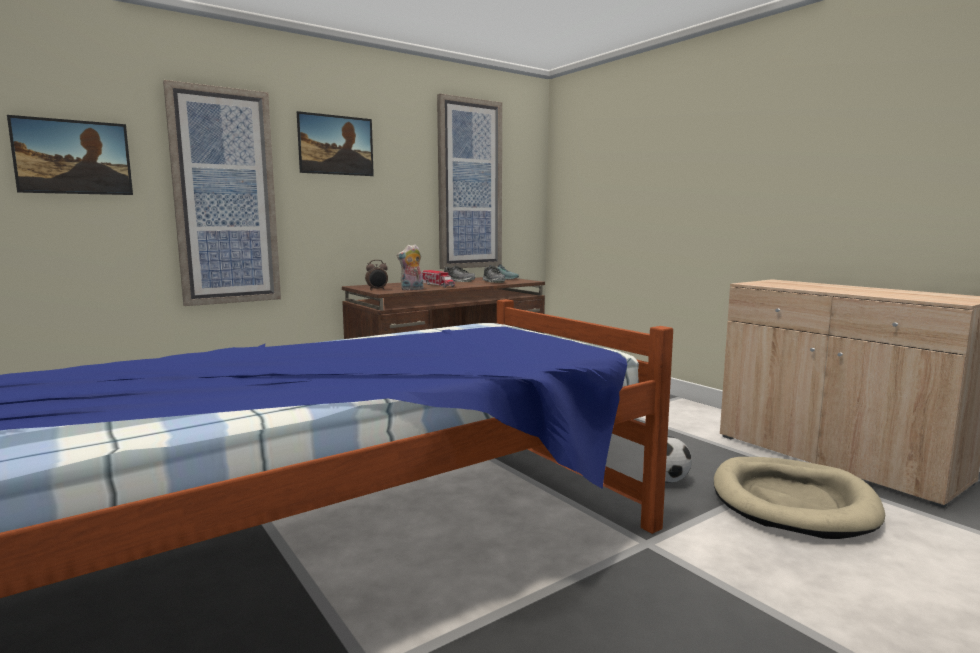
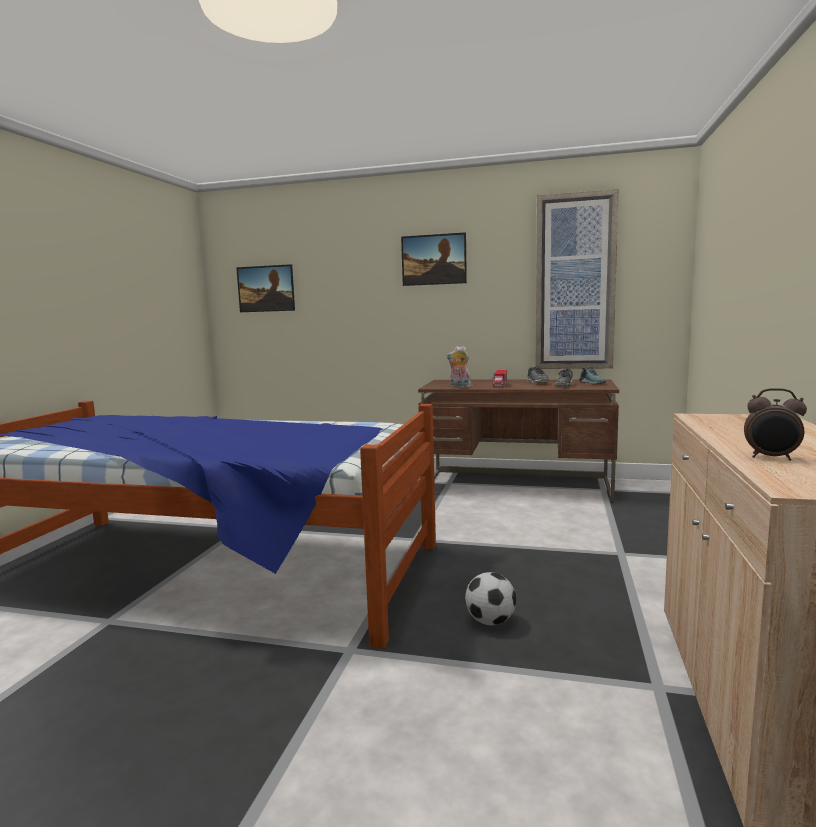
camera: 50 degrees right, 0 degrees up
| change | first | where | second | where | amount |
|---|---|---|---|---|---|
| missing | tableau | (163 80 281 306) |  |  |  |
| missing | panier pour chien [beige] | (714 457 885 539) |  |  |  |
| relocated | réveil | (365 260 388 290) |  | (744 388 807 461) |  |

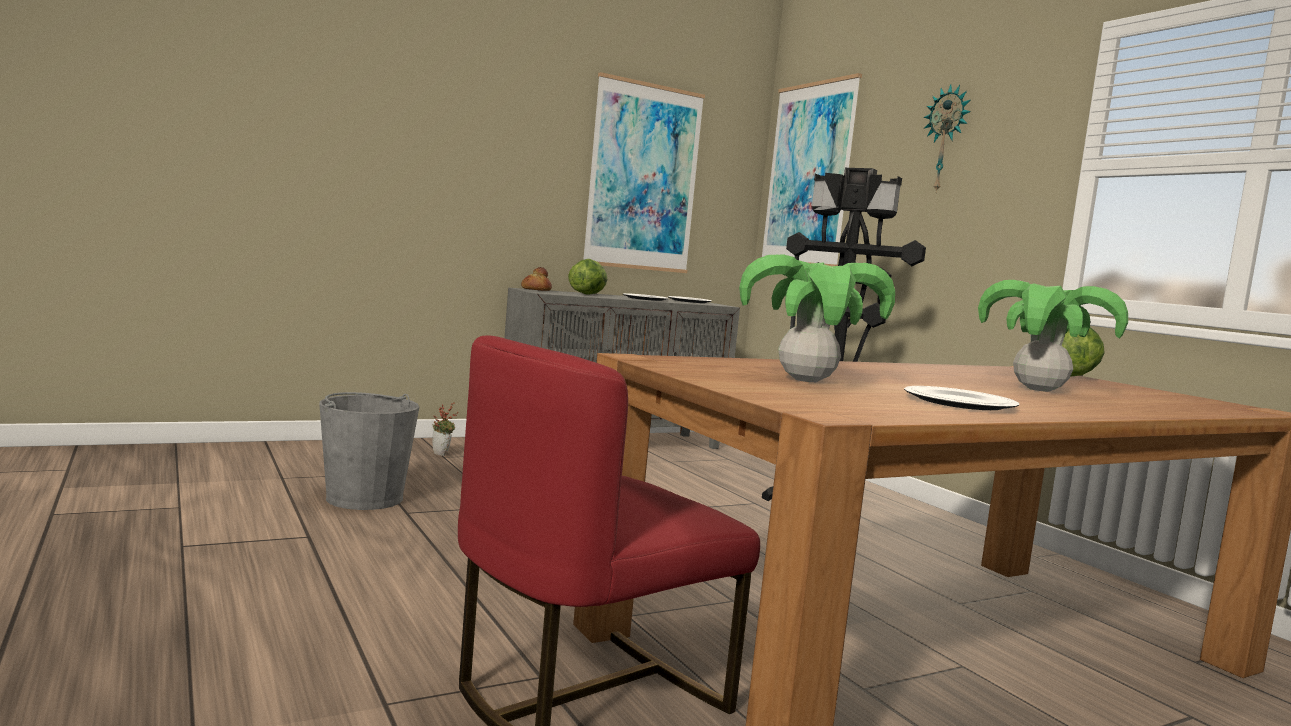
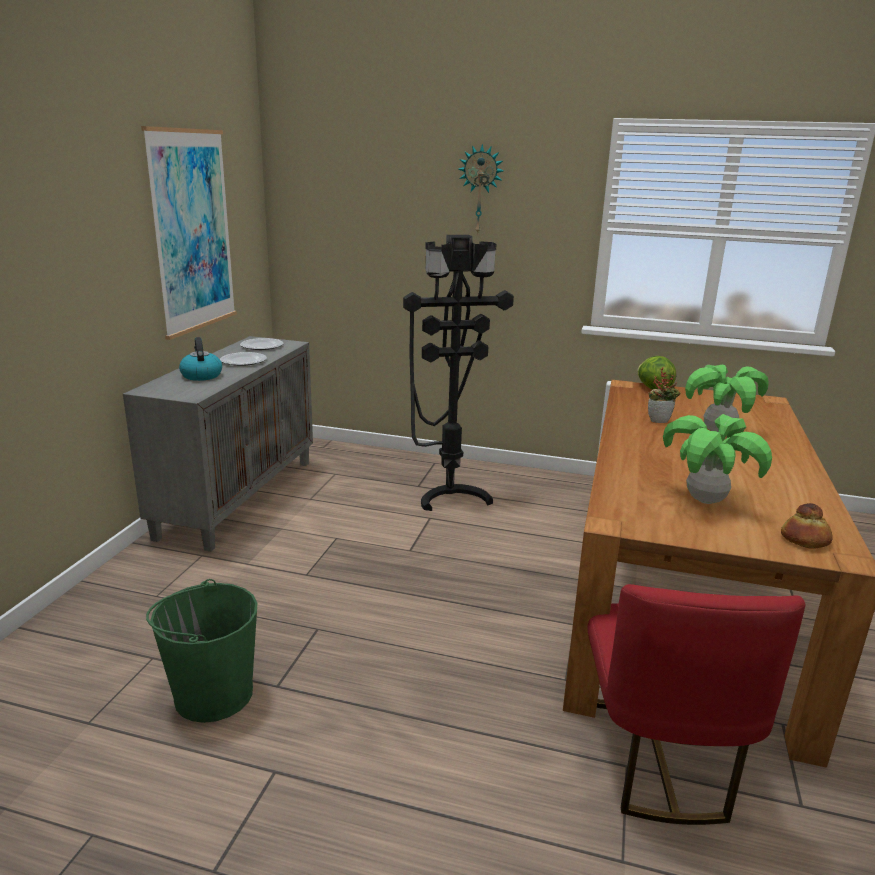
camera: 45 degrees left, 15 degrees up
| change | first | where | second | where | amount |
|---|---|---|---|---|---|
| missing | tableau | (762 73 862 266) |  |  |  |
| missing | assiette | (904 386 1019 410) |  |  |  |
| relocated | plante en pot | (432 403 458 456) |  | (648 367 680 423) |  |
| relocated | pain | (521 267 552 291) |  | (781 503 833 549) |  |
| exchanged | laitue | (568 259 608 294) | bouilloire | (179 337 222 381) |  |
| colour | seau [gris] | (319 392 419 510) | seau [vert] | (146 579 257 723) |  |

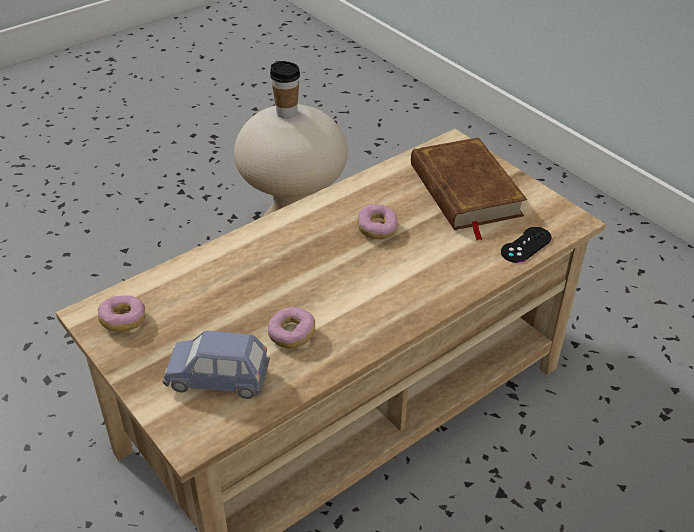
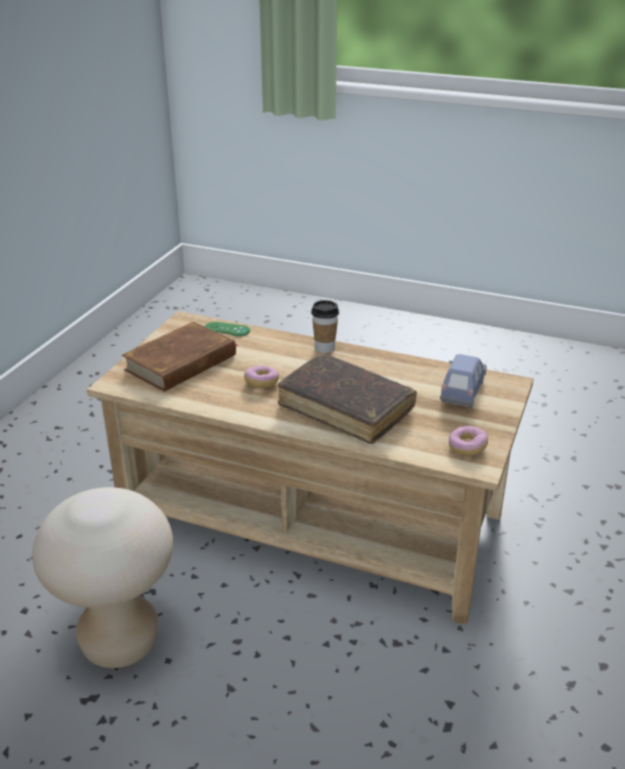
camera: 120 degrees left, 10 degrees down
| change | first | where | second | where | amount |
|---|---|---|---|---|---|
| missing | beignet | (268 307 315 348) |  |  |  |
| appeared |  |  | livre [marron] | (278 353 417 444) |  |
| relocated | tasse | (270 61 300 119) |  | (311 300 339 353) |  |
| colour | manette [noir] | (501 227 552 263) | manette [vert] | (205 322 250 336) |  |
| spun | petite voiture [bleu] | (162 330 270 399) |  | (440 354 487 408) | 135 degrees counterclockwise |

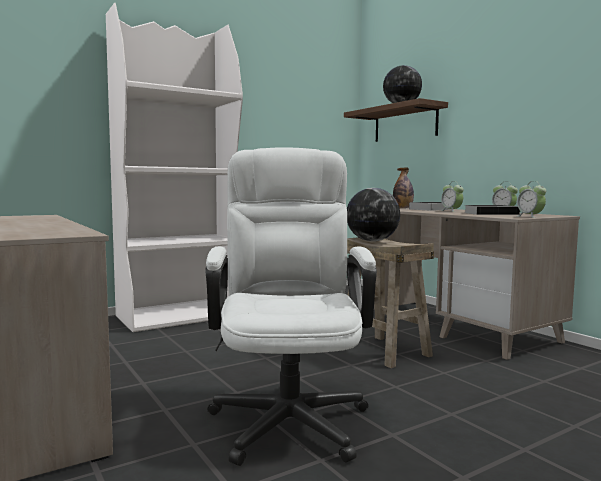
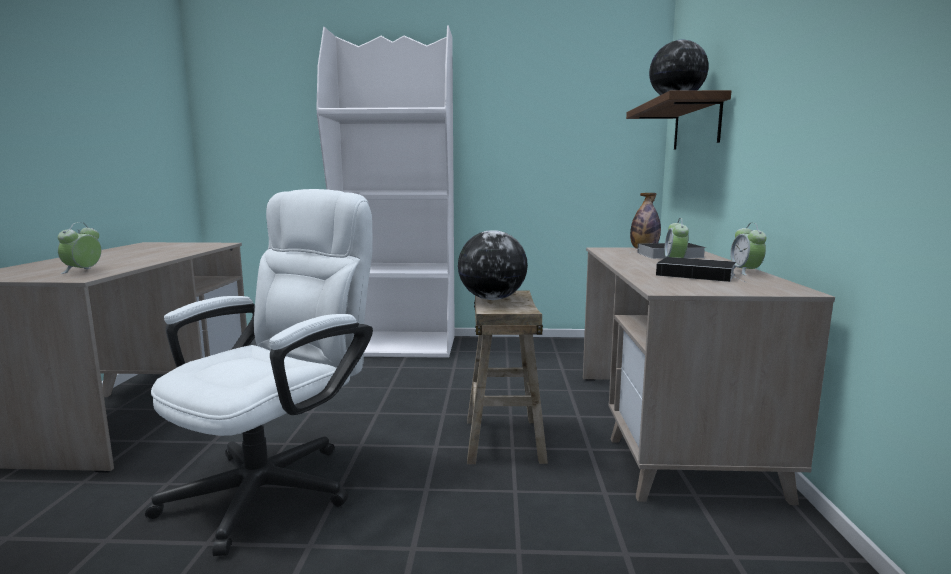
camera: 35 degrees right, 5 degrees up
| change | first | where | second | where | amount |
|---|---|---|---|---|---|
| relocated | réveil | (517 181 546 218) |  | (58 222 101 274) |  |

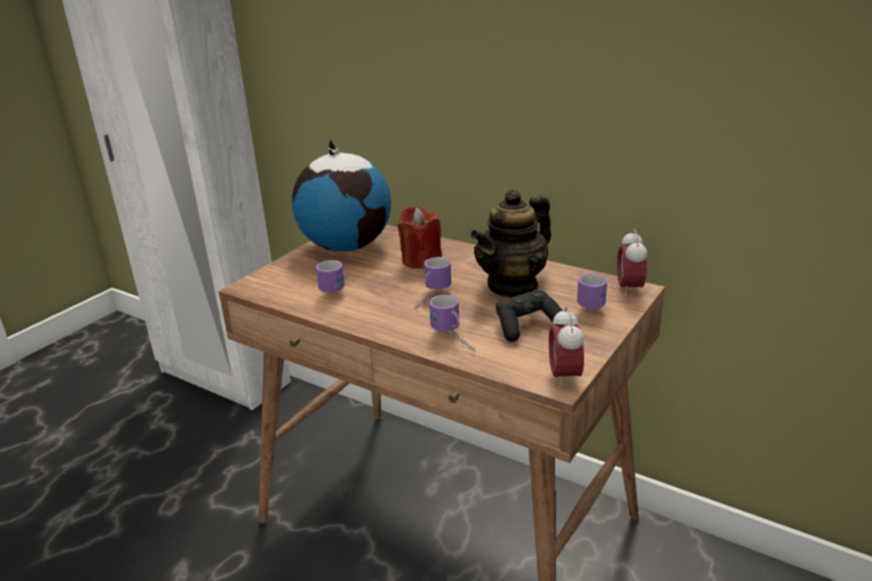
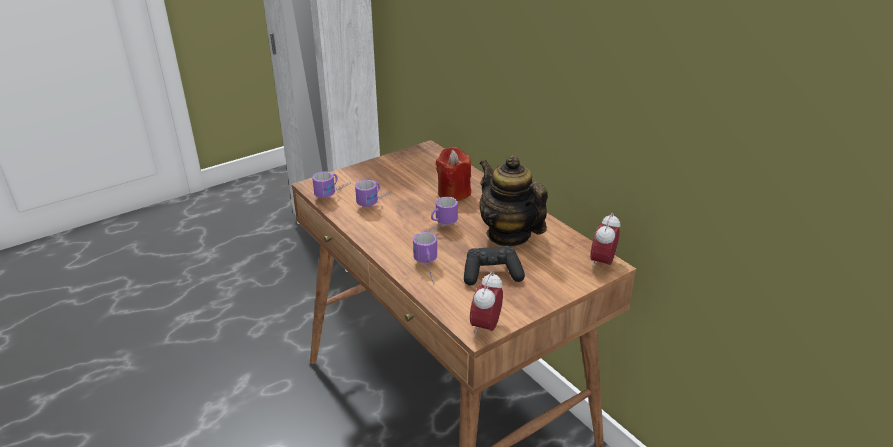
camera: 20 degrees right, 5 degrees up
| change | first | where | second | where | amount |
|---|---|---|---|---|---|
| missing | globe | (292 140 391 252) |  |  |  |
| relocated | mug | (577 274 607 309) |  | (312 172 351 198) |  |
| spun | théière | (470 188 551 298) |  | (479 155 548 247) | 75 degrees clockwise |

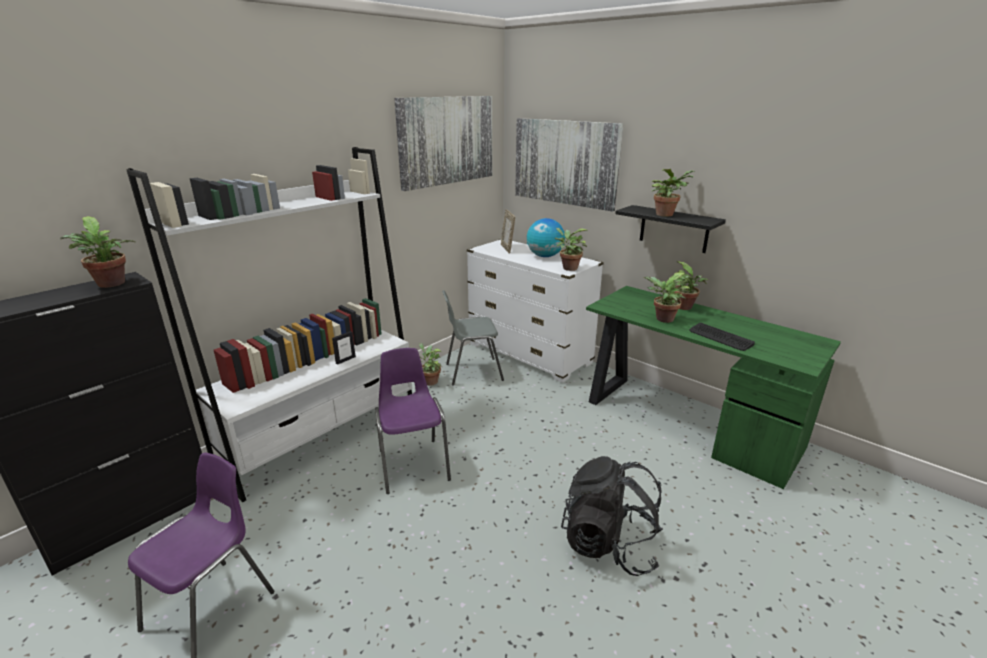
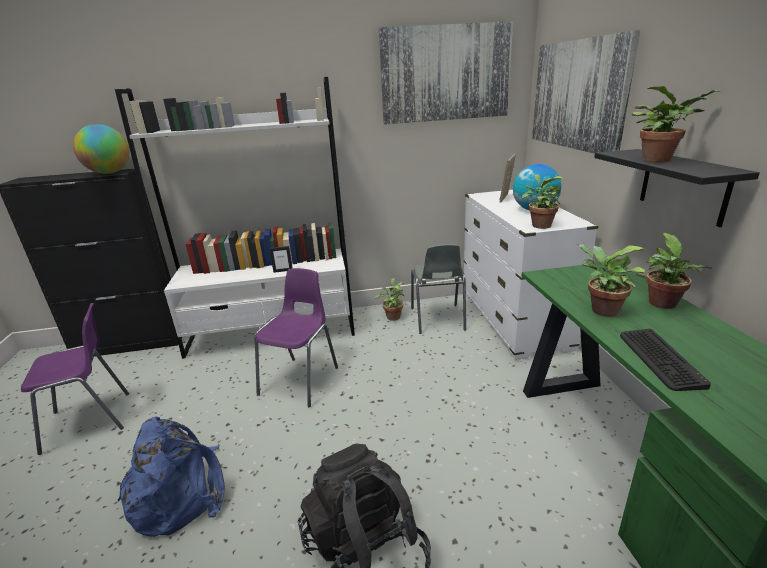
camera: 40 degrees right, 0 degrees up
| change | first | where | second | where | amount |
|---|---|---|---|---|---|
| appeared |  |  | sac à dos [bleu] | (118 416 225 537) |  |
| exchanged | plante en pot | (60 216 136 288) | globe | (73 124 130 174) |  |
| spun | chaise [gris] | (442 290 504 386) |  | (411 244 466 334) | 120 degrees counterclockwise |

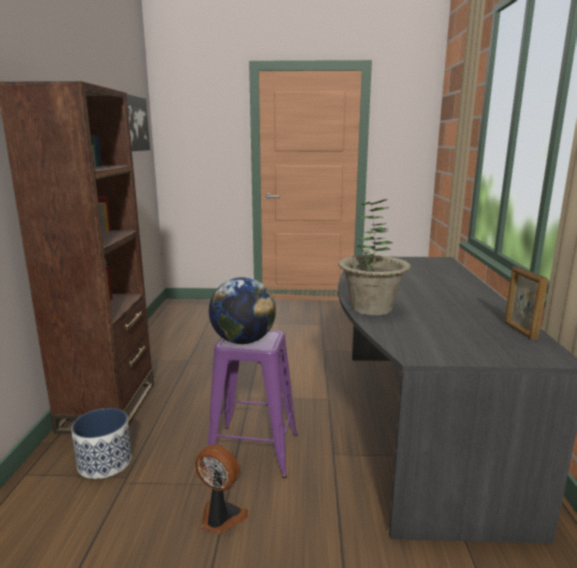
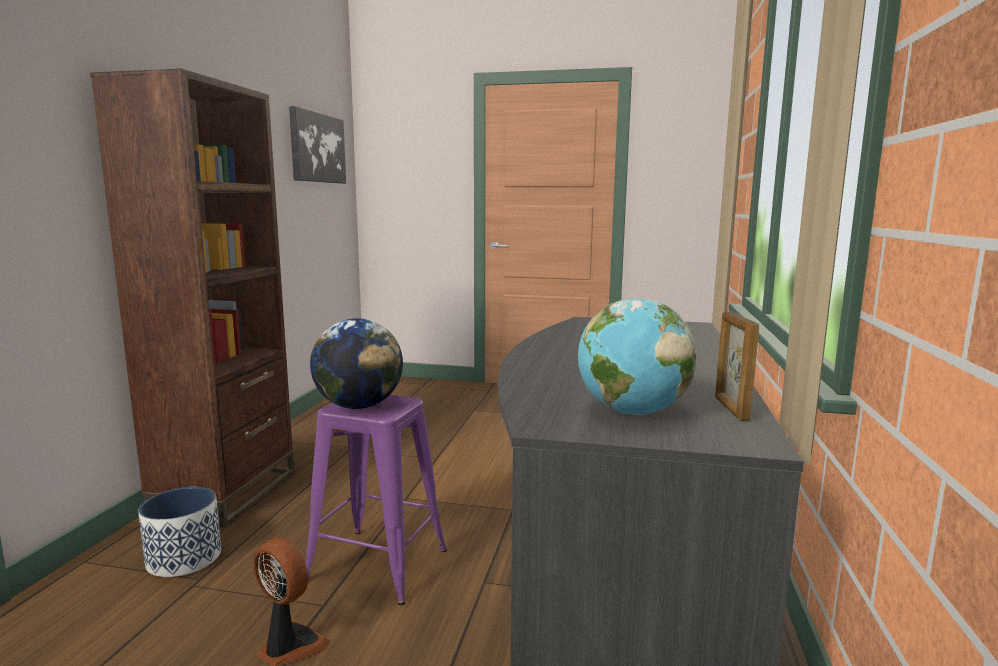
camera: 10 degrees right, 5 degrees down
| change | first | where | second | where | amount |
|---|---|---|---|---|---|
| missing | plante en pot | (338 199 411 316) |  |  |  |
| appeared |  |  | globe | (578 299 697 415) |  |

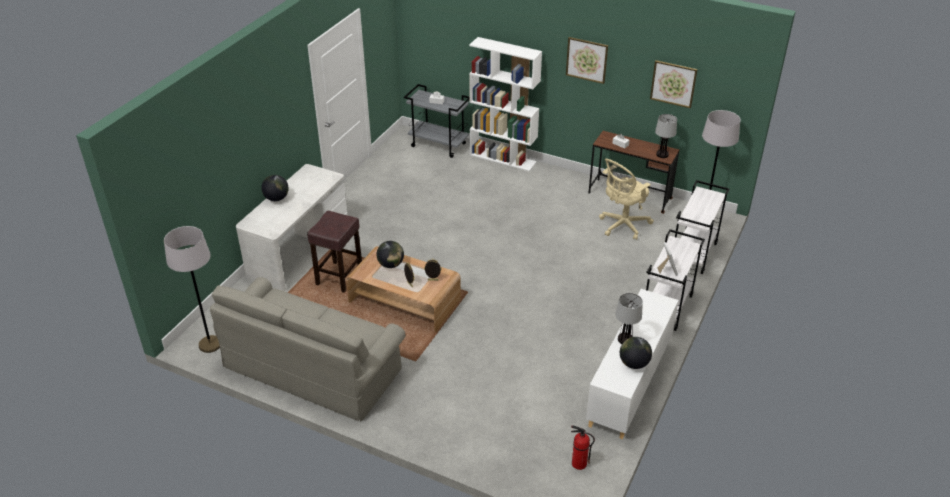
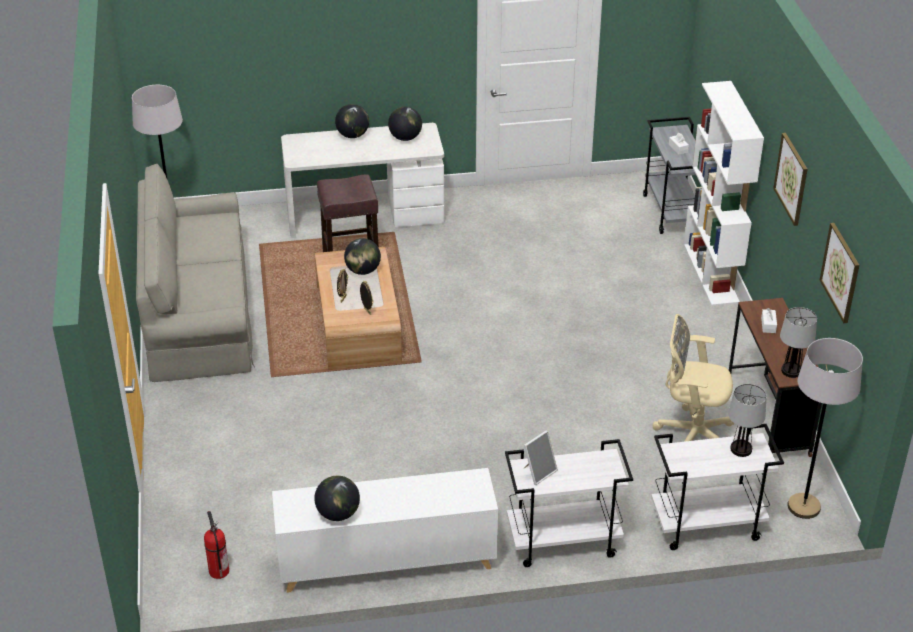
camera: 55 degrees right, 0 degrees up
| change | first | where | second | where | amount |
|---|---|---|---|---|---|
| appeared |  |  | globe | (388 107 422 141) |  |
| relocated | lampe de table | (615 293 643 344) |  | (728 384 767 457) |  |

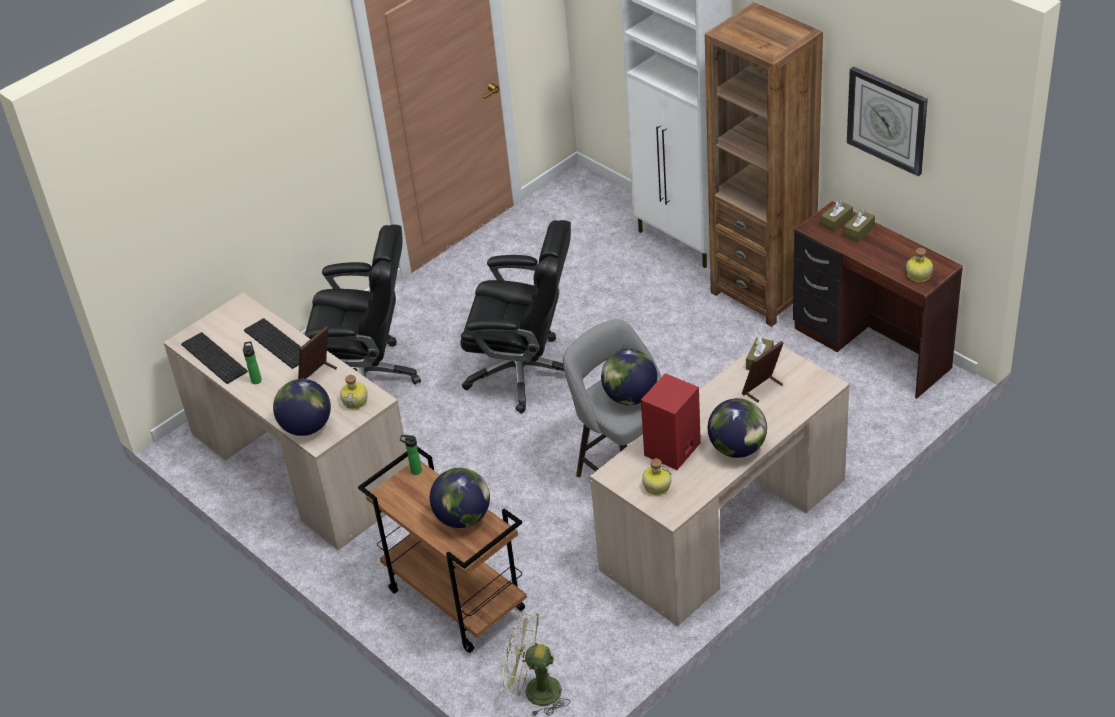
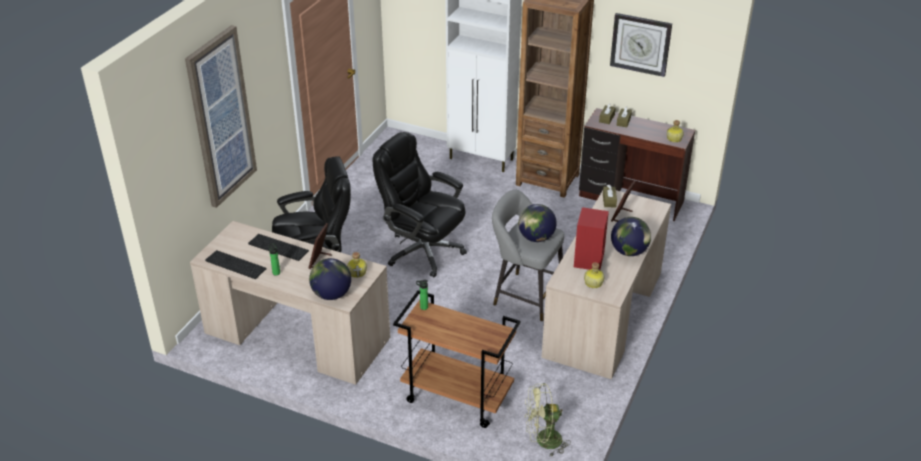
camera: 25 degrees left, 5 degrees down
| change | first | where | second | where | amount |
|---|---|---|---|---|---|
| missing | globe | (430 468 490 528) |  |  |  |
| appeared |  |  | tableau | (185 25 257 208) |  |
| spun | chaise de bureau [noir] | (461 220 571 413) |  | (373 132 467 277) | 135 degrees counterclockwise |

